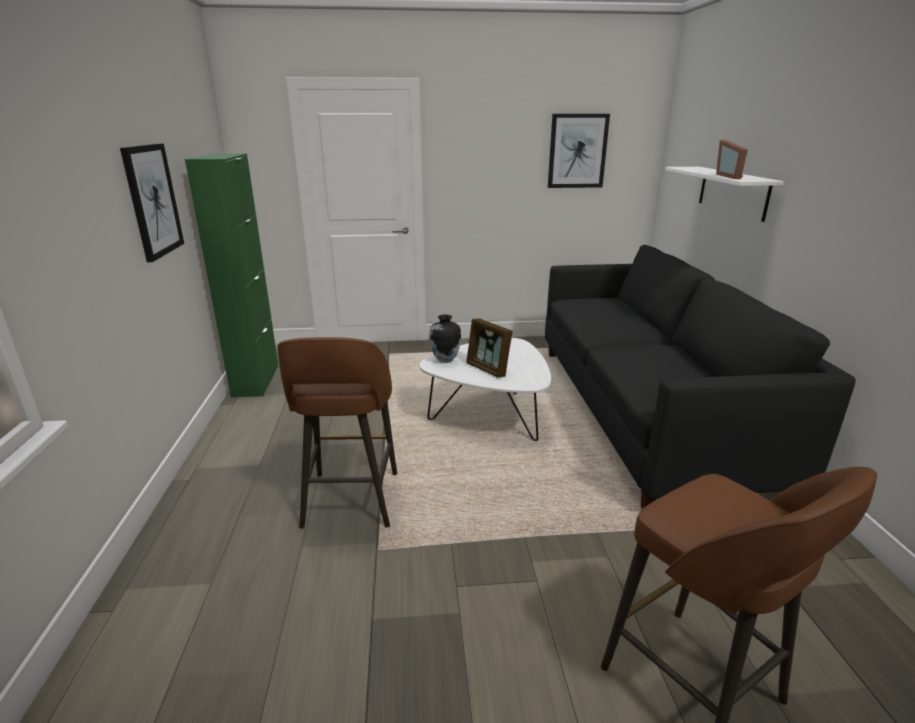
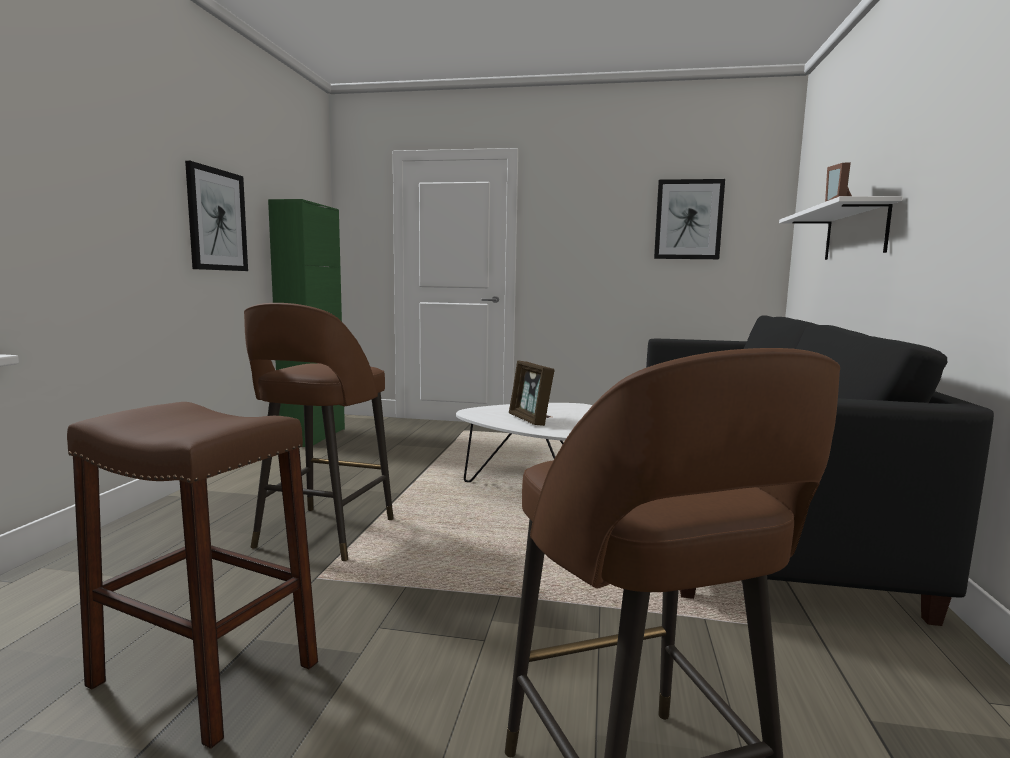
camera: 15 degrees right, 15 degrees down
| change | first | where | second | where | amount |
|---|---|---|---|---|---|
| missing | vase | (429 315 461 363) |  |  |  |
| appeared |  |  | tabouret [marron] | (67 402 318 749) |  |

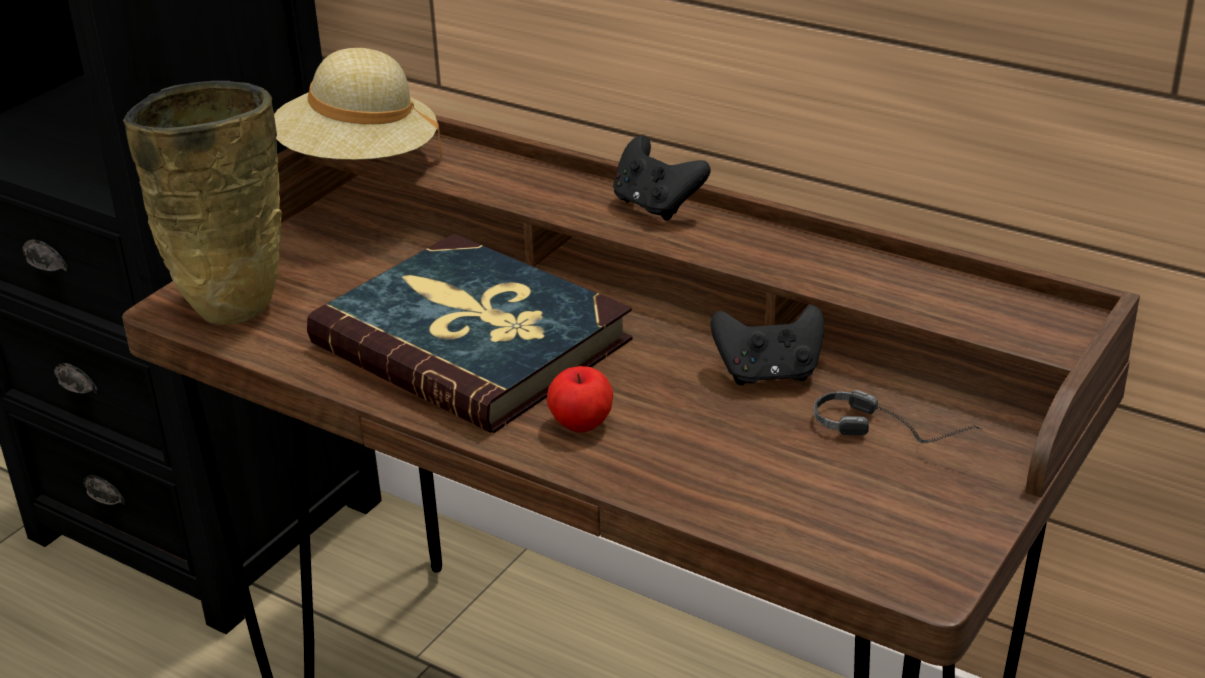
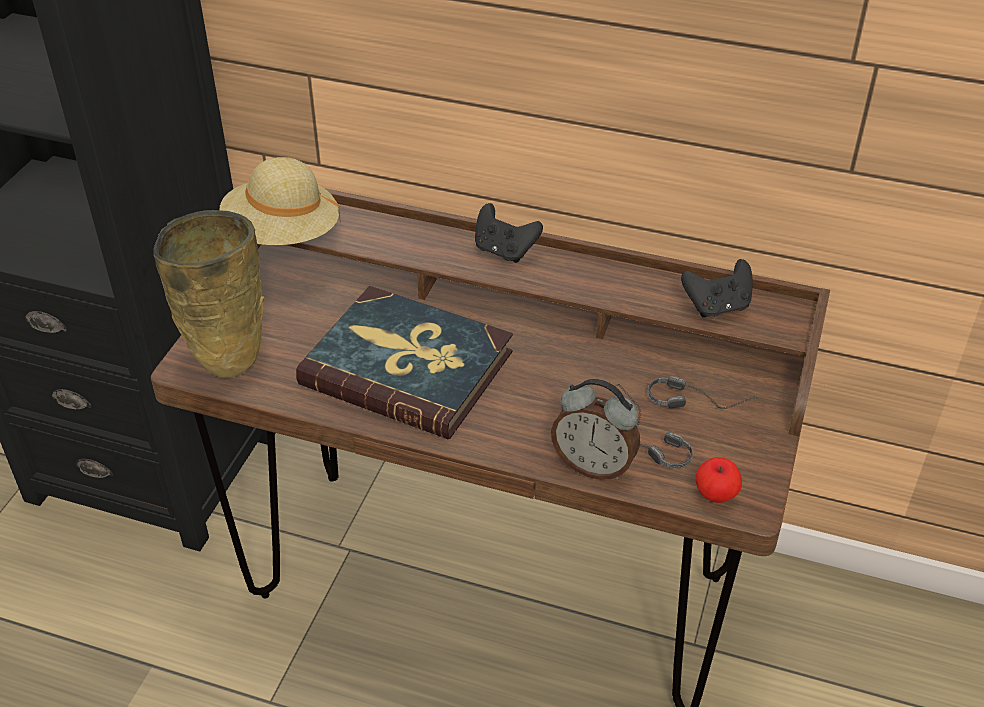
camera: 15 degrees left, 10 degrees up
| change | first | where | second | where | amount |
|---|---|---|---|---|---|
| appeared |  |  | réveil | (551 379 640 480) |  |
| appeared |  |  | casque audio | (615 384 693 468) |  |
| relocated | pomme | (547 366 613 432) |  | (695 457 742 503) |  |
| relocated | manette [noir] | (711 304 824 385) |  | (681 259 753 317) |  |

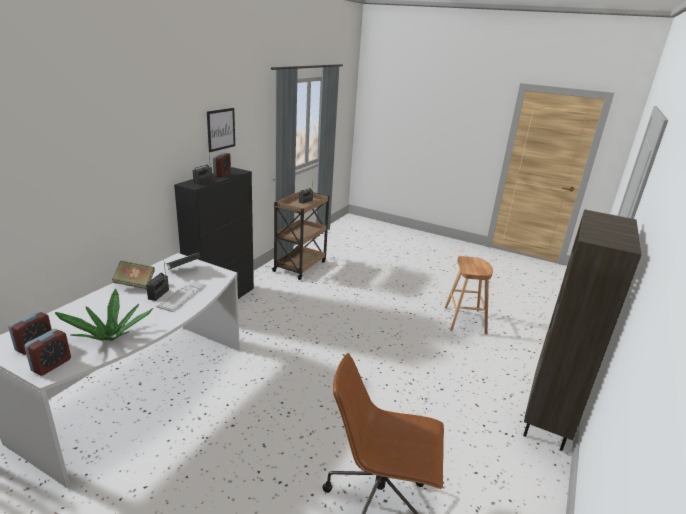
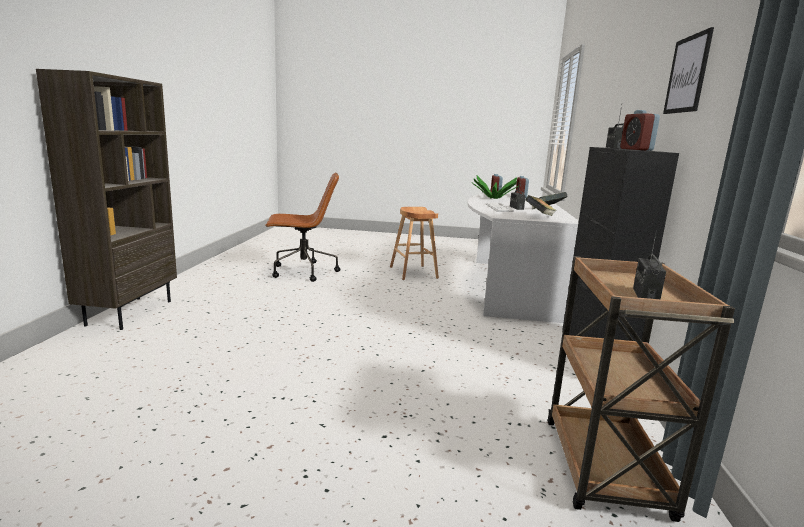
camera: 160 degrees right, 10 degrees down
| change | first | where | second | where | amount |
|---|---|---|---|---|---|
| relocated | tabouret [marron] | (444 256 493 334) |  | (390 207 439 280) |  |

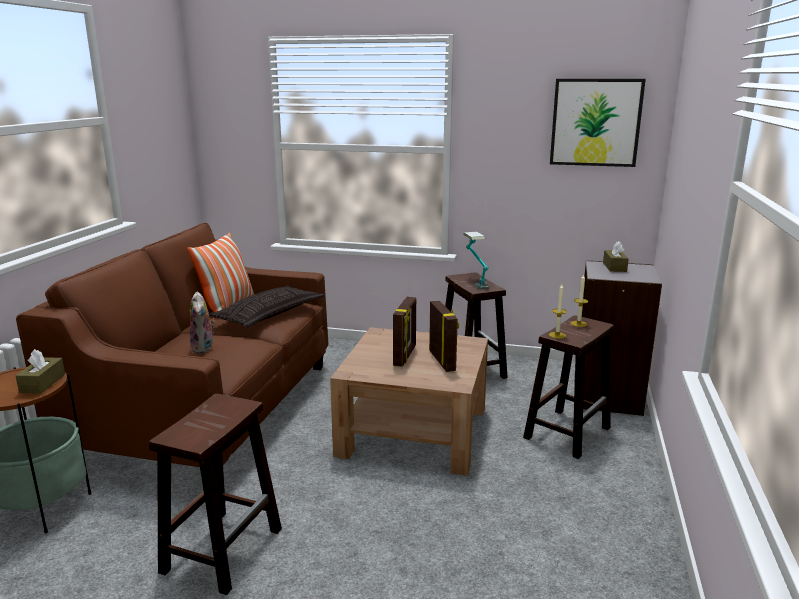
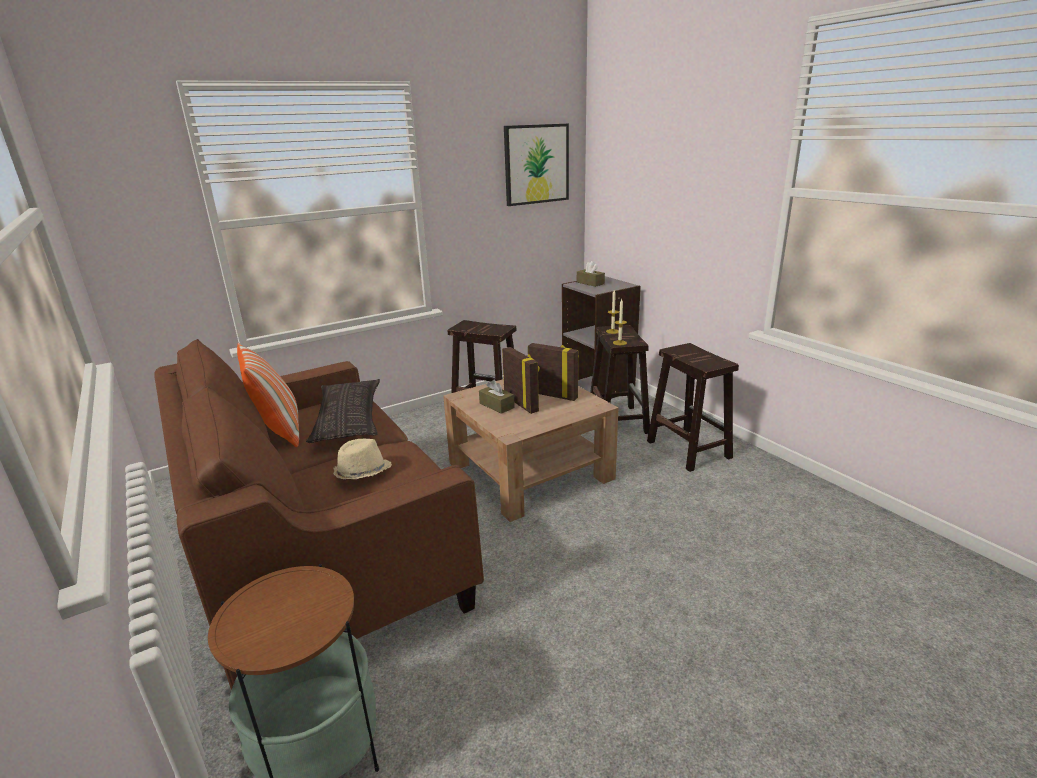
camera: 45 degrees left, 5 degrees up
| change | first | where | second | where | amount |
|---|---|---|---|---|---|
| missing | lampe de table | (463 232 489 289) |  |  |  |
| relocated | boîte à mouchoirs [marron] | (16 349 65 394) |  | (479 380 515 414) |  |
| relocated | tabouret [marron] | (149 394 282 595) |  | (647 343 739 472) |  |
| exchanged | peluche | (190 292 215 353) | chapeau [beige] | (333 438 392 479) |  |

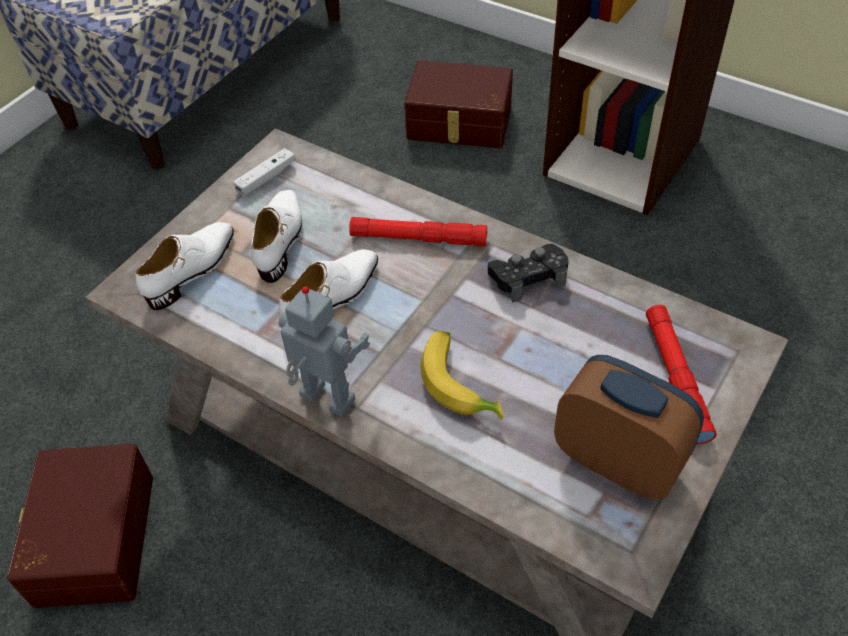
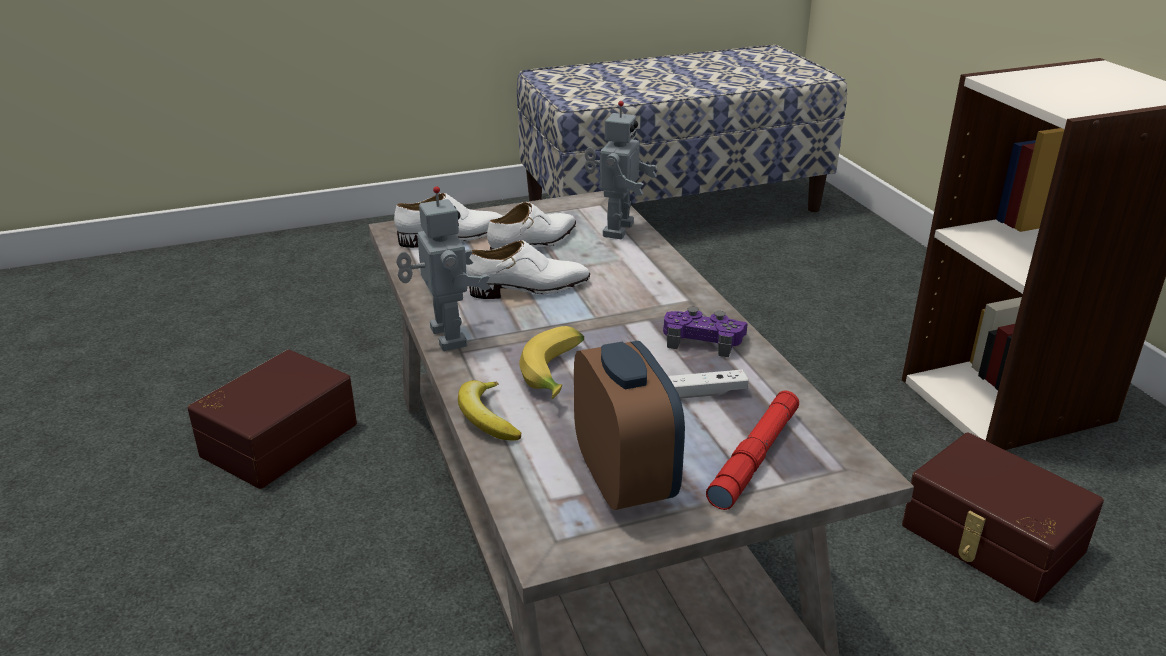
camera: 35 degrees right, 20 degrees down
| change | first | where | second | where | amount |
|---|---|---|---|---|---|
| missing | lampe de poche [rouge] | (349 217 487 246) |  |  |  |
| appeared |  |  | banane | (458 380 522 440) |  |
| appeared |  |  | robot jouet | (584 101 657 239) |  |
| relocated | manette [blanc] | (233 148 296 197) |  | (668 369 749 399) |  |
| relocated | boîte de rangement [marron] | (404 60 513 148) |  | (902 432 1104 602) |  |
| colour | manette [noir] | (488 244 569 303) | manette [violet] | (663 307 748 357) |  |

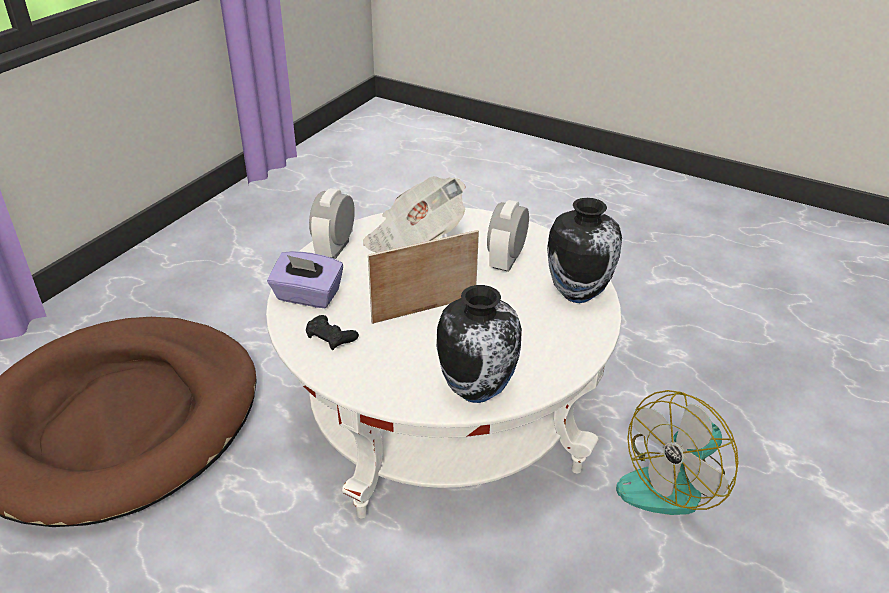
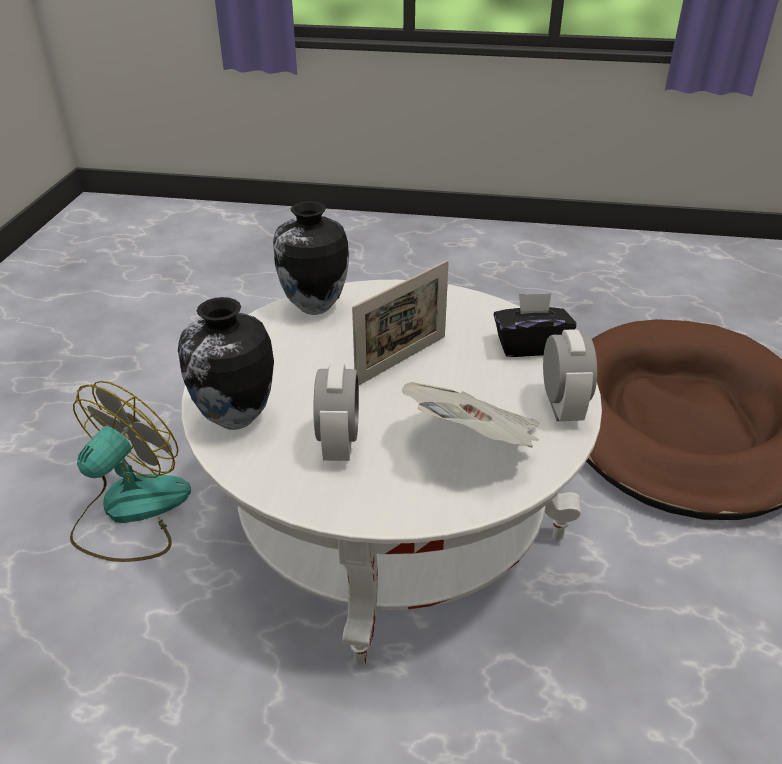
camera: 160 degrees right, 0 degrees up
| change | first | where | second | where | amount |
|---|---|---|---|---|---|
| missing | manette [noir] | (306 315 359 350) |  |  |  |
| colour | boîte à mouchoirs [violet] | (267 251 343 308) | boîte à mouchoirs [noir] | (493 293 576 357) |  |

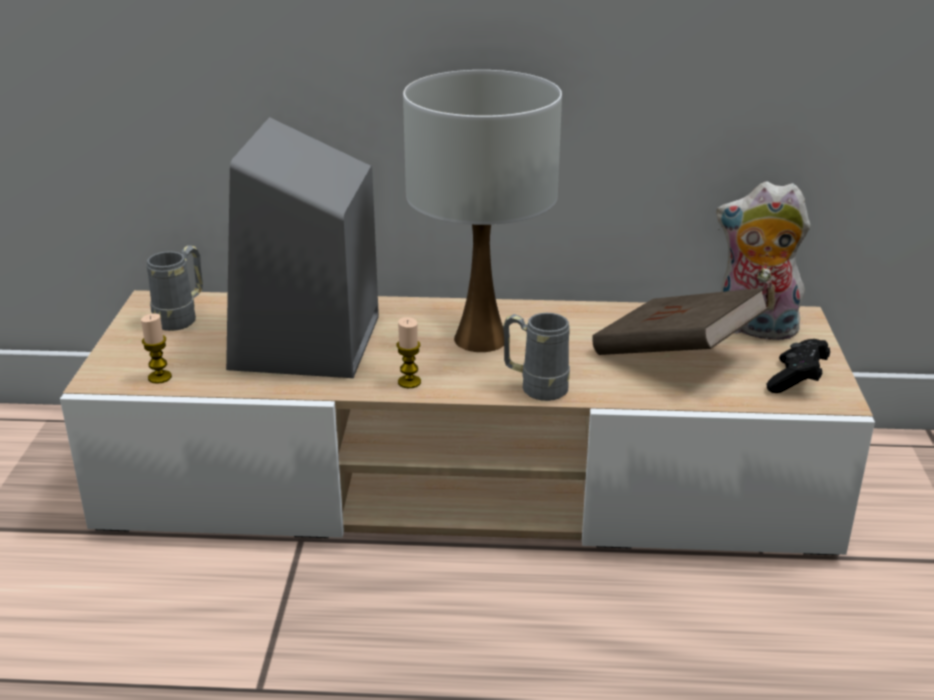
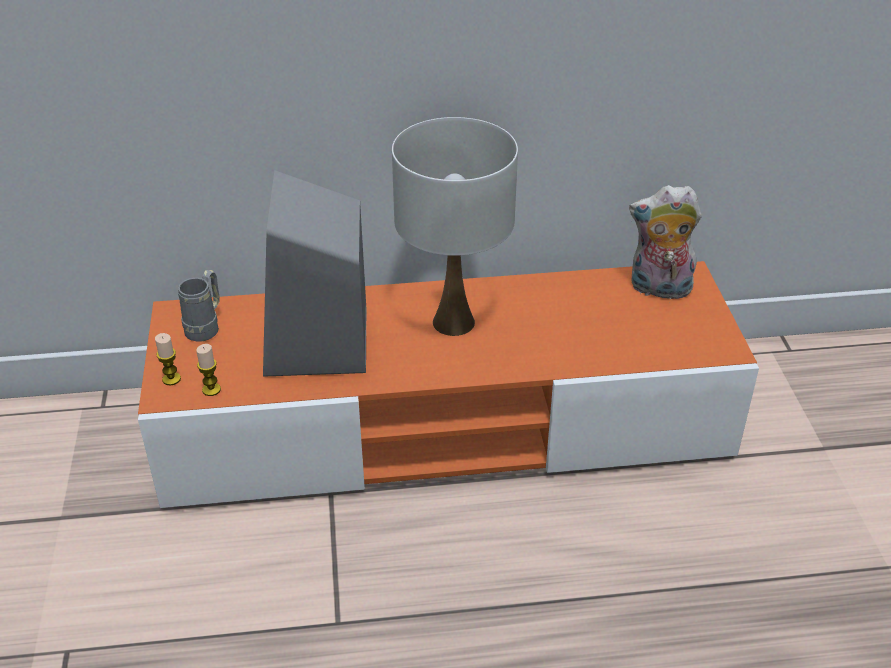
camera: 10 degrees left, 10 degrees up
| change | first | where | second | where | amount |
|---|---|---|---|---|---|
| missing | mug [gris] | (503 313 570 401) |  |  |  |
| missing | livre [marron] | (592 288 769 355) |  |  |  |
| missing | manette [noir] | (767 339 830 393) |  |  |  |
| relocated | bougie | (396 317 421 388) |  | (155 333 181 385) |  |
| colour | meuble télé [beige] | (60 290 875 556) | meuble télé [orange] | (138 261 759 508) |  |

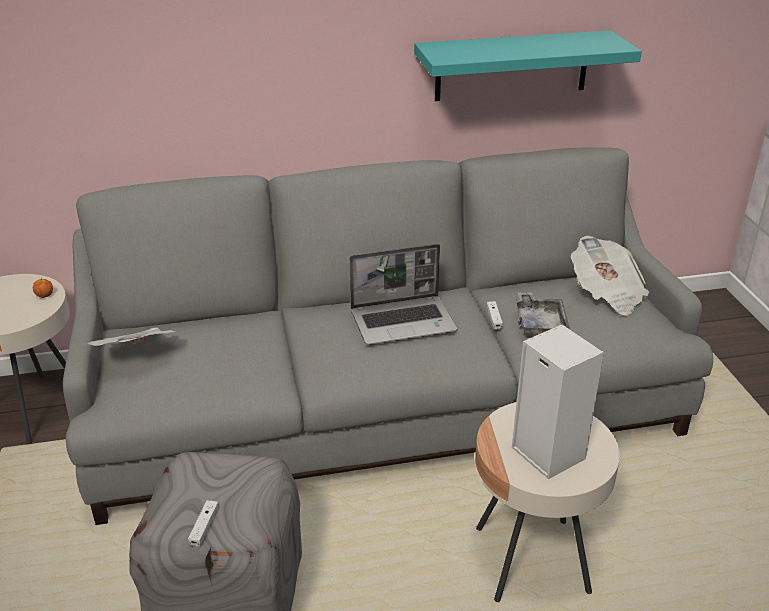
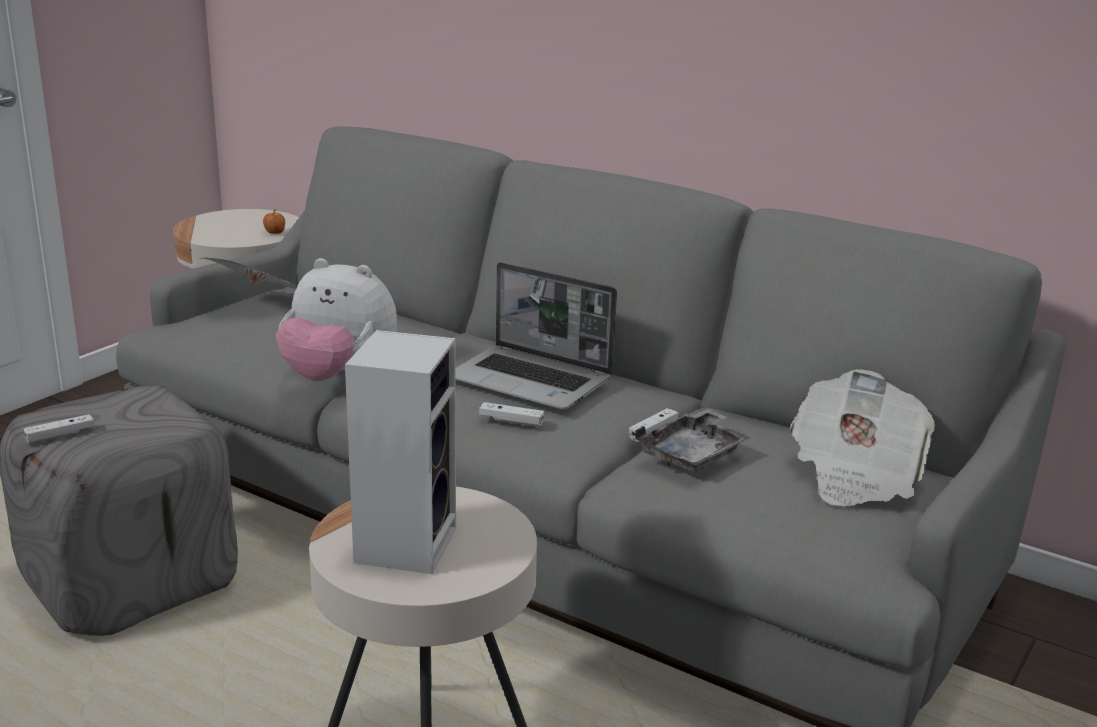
camera: 45 degrees right, 10 degrees down
| change | first | where | second | where | amount |
|---|---|---|---|---|---|
| missing | étagère [turquoise] | (414 30 642 101) |  |  |  |
| appeared |  |  | peluche | (276 258 397 381) |  |
| appeared |  |  | manette [blanc] | (479 402 544 427) |  |

